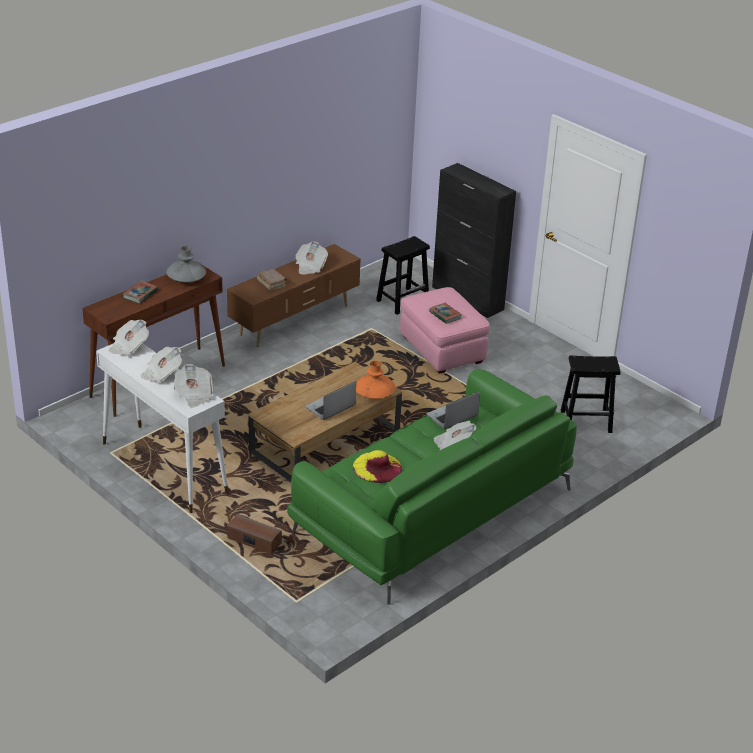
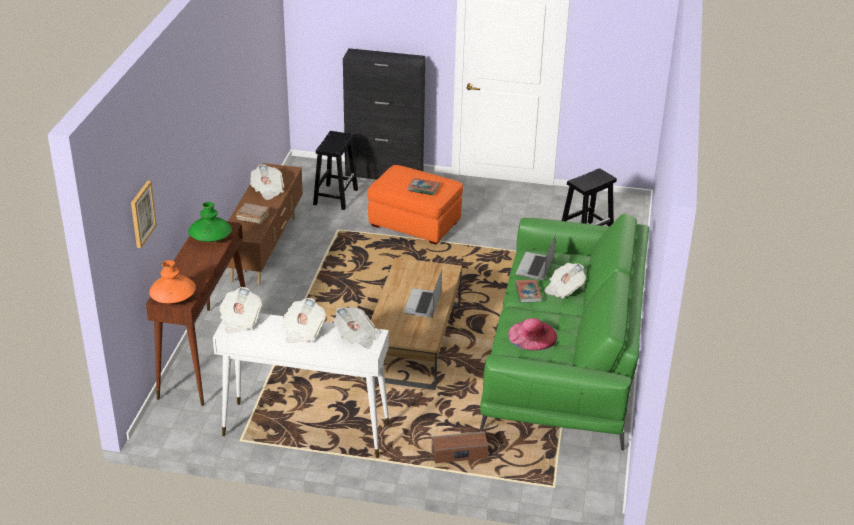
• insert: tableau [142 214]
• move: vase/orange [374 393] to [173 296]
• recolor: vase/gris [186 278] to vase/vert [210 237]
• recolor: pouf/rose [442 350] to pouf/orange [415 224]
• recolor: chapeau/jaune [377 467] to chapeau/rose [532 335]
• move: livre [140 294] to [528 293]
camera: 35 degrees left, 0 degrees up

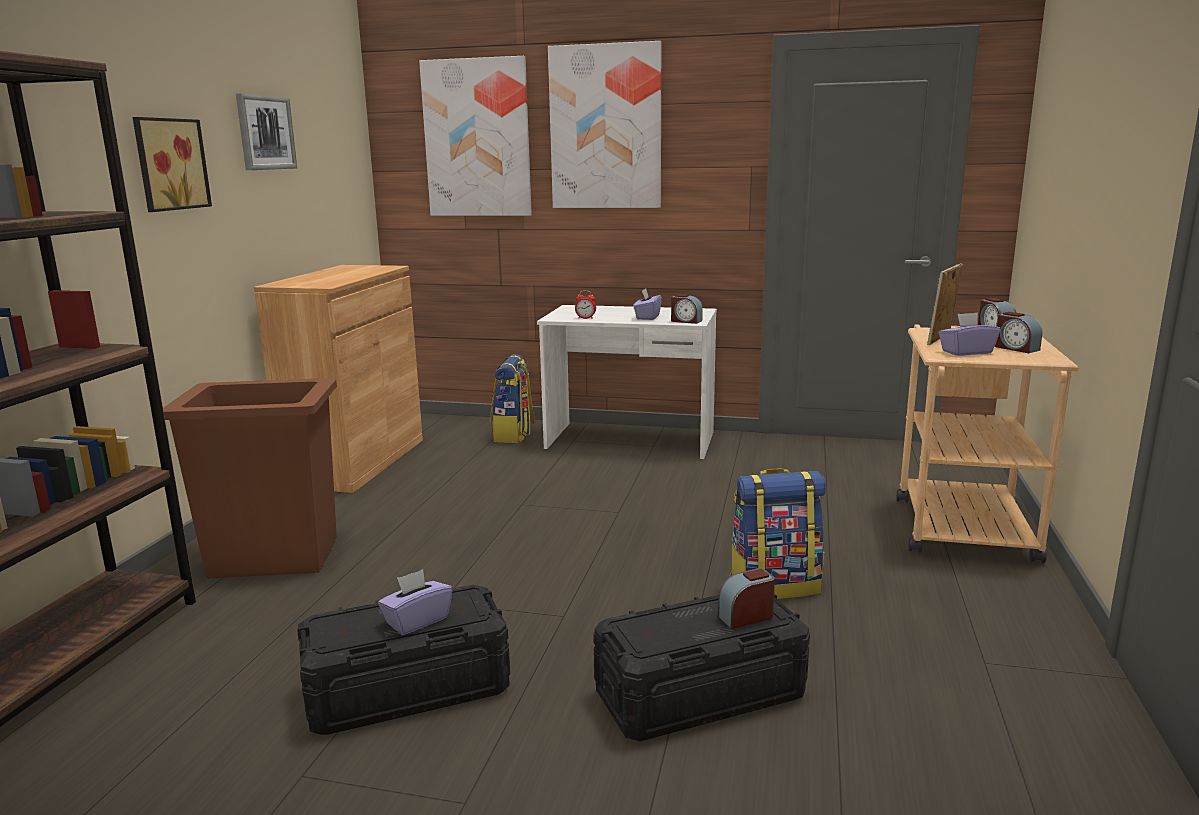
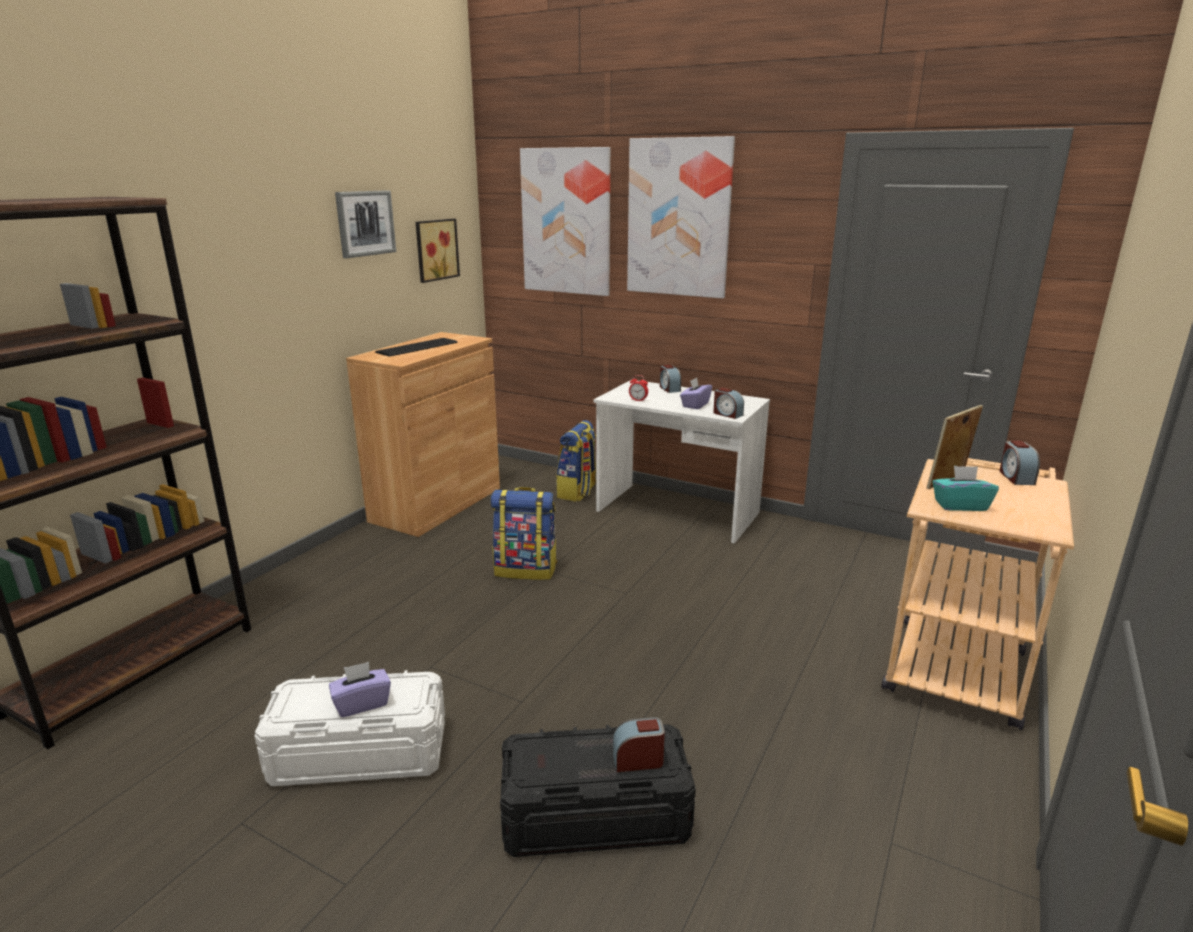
• recolor: boîte de rangement/noir [407 689] to boîte de rangement/blanc [359 753]
• insert: clavier [419 347]
• move: tableau [168 164] to [435 249]
• move: sac à dos [775 586] to [526 569]
• move: réveil [1015 348] to [669 389]
• recolor: boîte à mouchoirs/violet [966 352] to boîte à mouchoirs/turquoise [960 505]
• delete: poubelle/marron [276 557]
camera: 15 degrees right, 5 degrees up

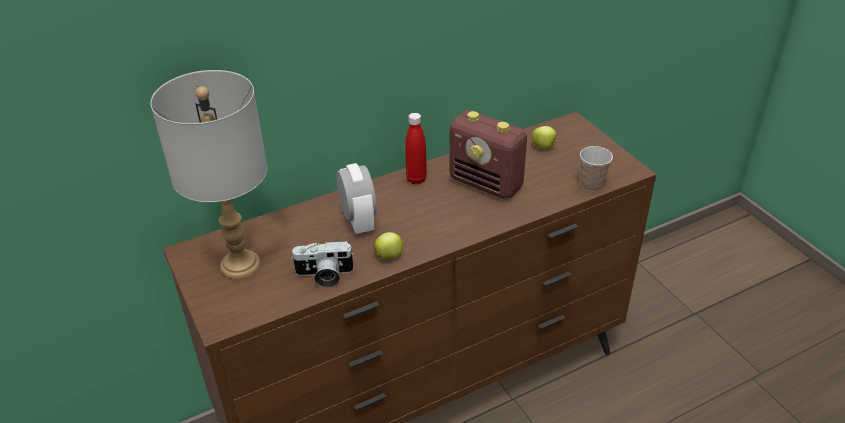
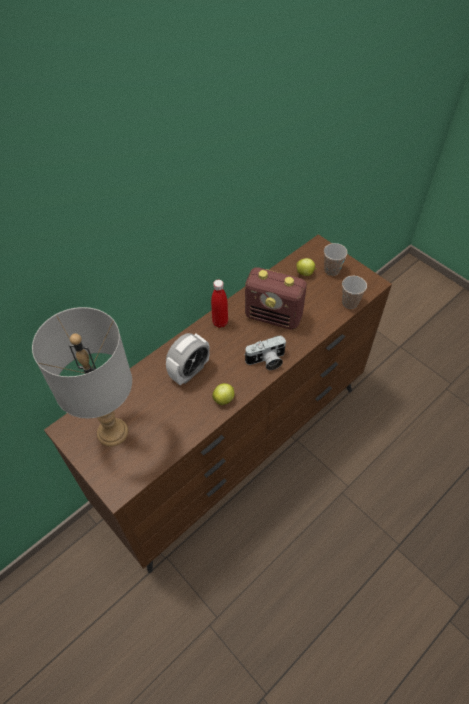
• rotate: réveil [358 221] = [189 371] 75 degrees clockwise
• move: appareil photo [324 276] to [266 361]
• insert: tasse [332 270]
camera: 15 degrees left, 15 degrees up

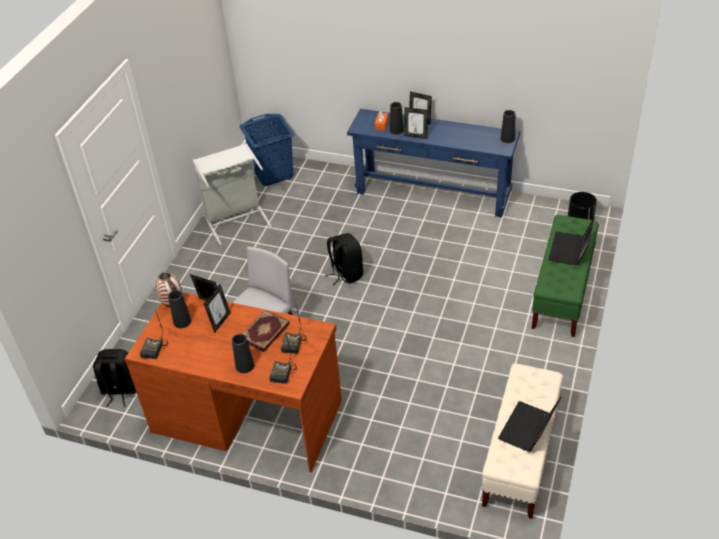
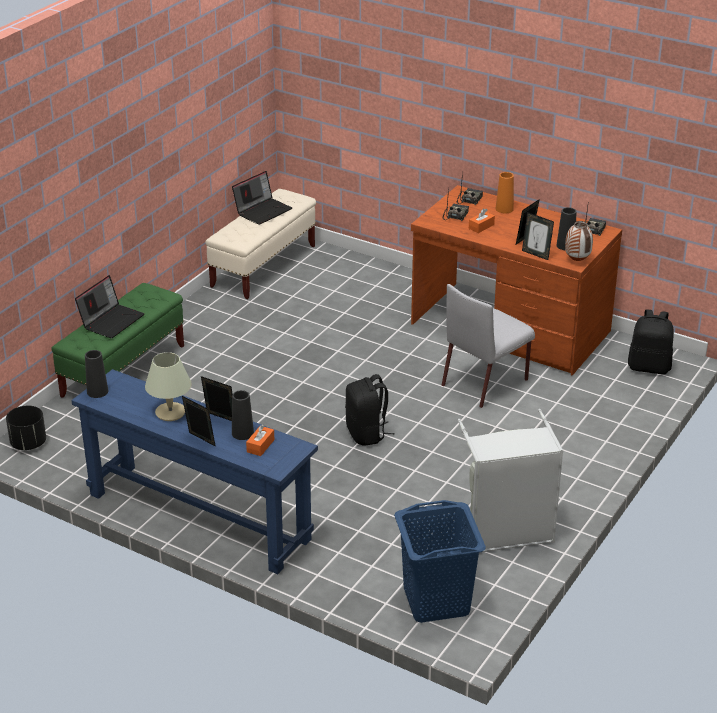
• insert: lampe de table/beige [170 413]
• replace: livre [265 332] to boîte à mouchoirs/orange [481 226]
• recolor: vase/noir [245 366] to vase/orange [504 209]
camera: 170 degrees left, 10 degrees down

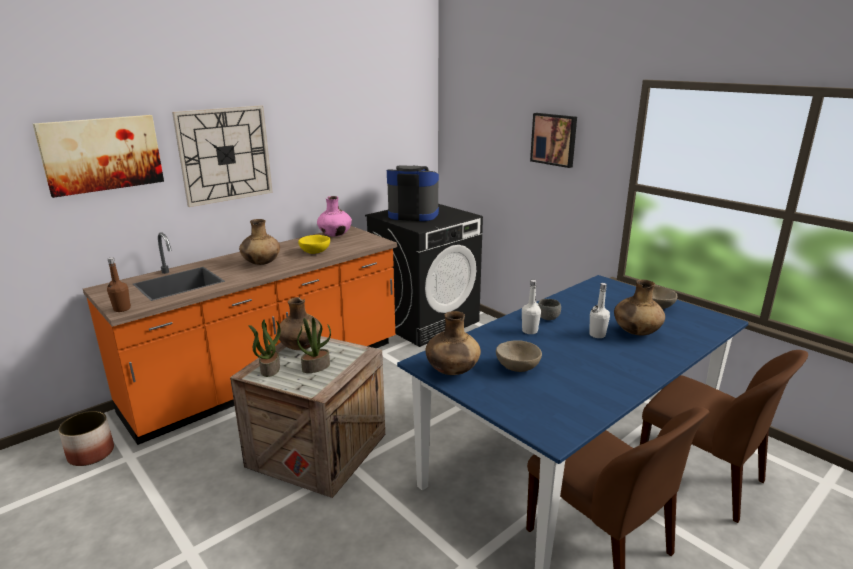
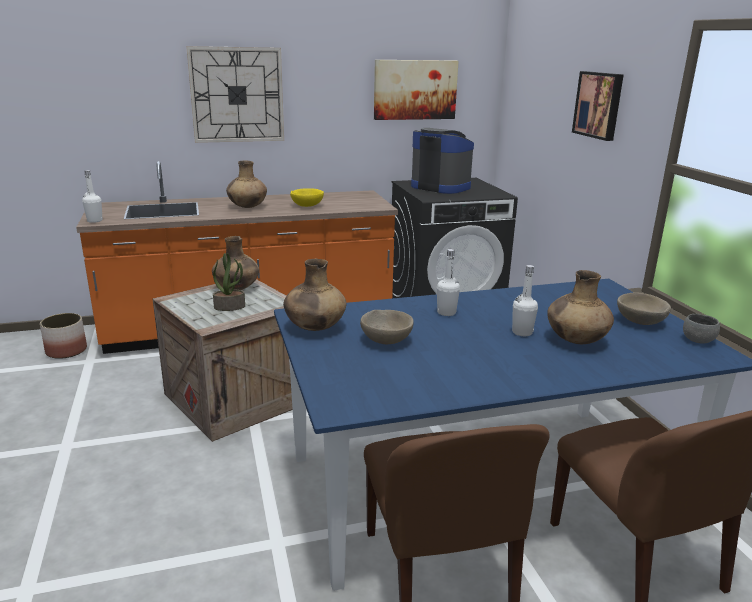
• recolor: bouteille/marron [122 309] to bouteille/blanc [95 221]
• move: tableau [102 154] to [415 89]
• move: bol/gris [548 318] to [698 340]
• delete: plante en pot [270 369]
• delete: vase/rose [335 235]
camera: 25 degrees right, 0 degrees up

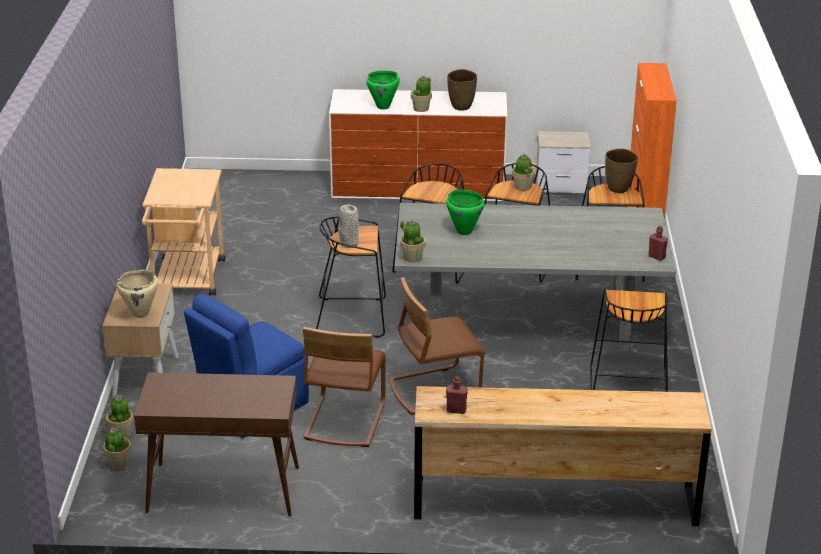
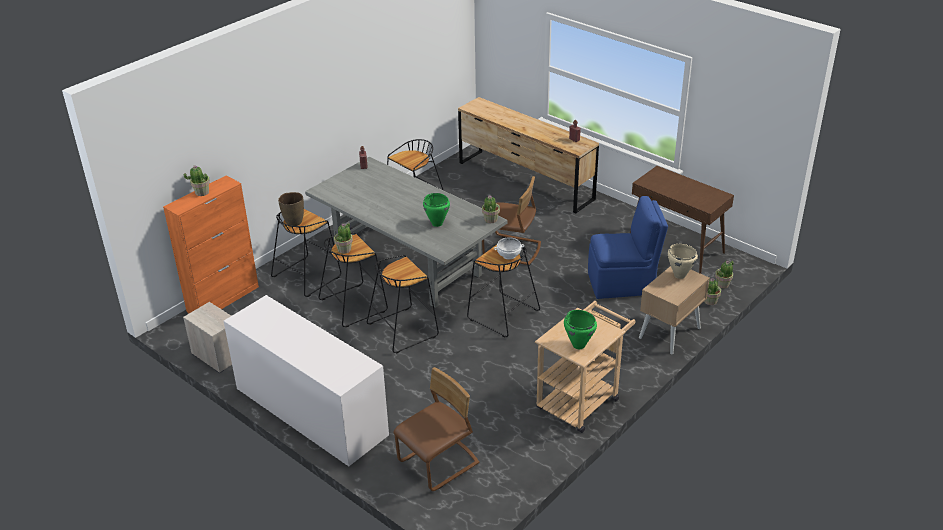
• move: plante en pot [421 108] to [201 192]
• move: chaise/marron [344 420] to [439 464]
• replace: vase/gris [349 244] to bol/blanc [509 255]
• move: marmite/vert [383 107] to [578 345]
• delete: vase/marron [461 107]
camera: 140 degrees left, 5 degrees up

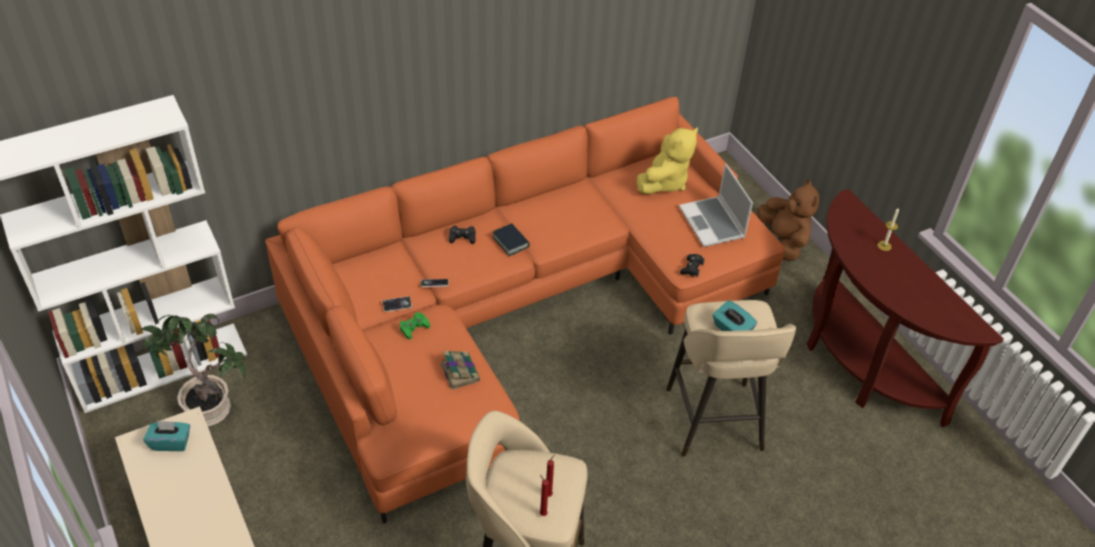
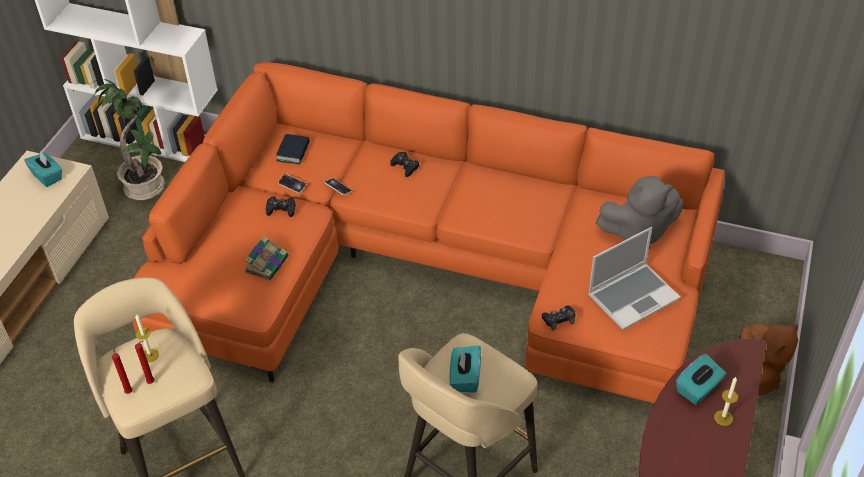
• insert: bougie [150 355]
• recolor: manette/vert [414 328] to manette/noir [281 209]
• move: livre [510 242] to [293 152]
• rotate: ordinateur portable [713 223] = [633 296] 150 degrees counterclockwise
• recolor: peluche/jaune [664 182] to peluche/gris [638 232]
• insert: boîte à mouchoirs/turquoise [698 389]
camera: 50 degrees right, 0 degrees up

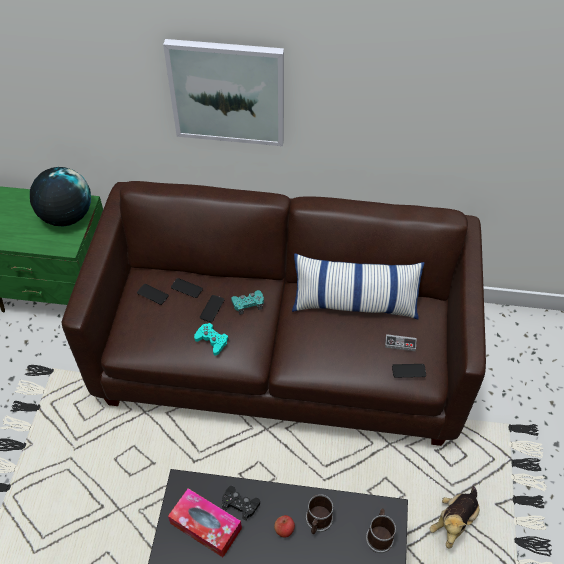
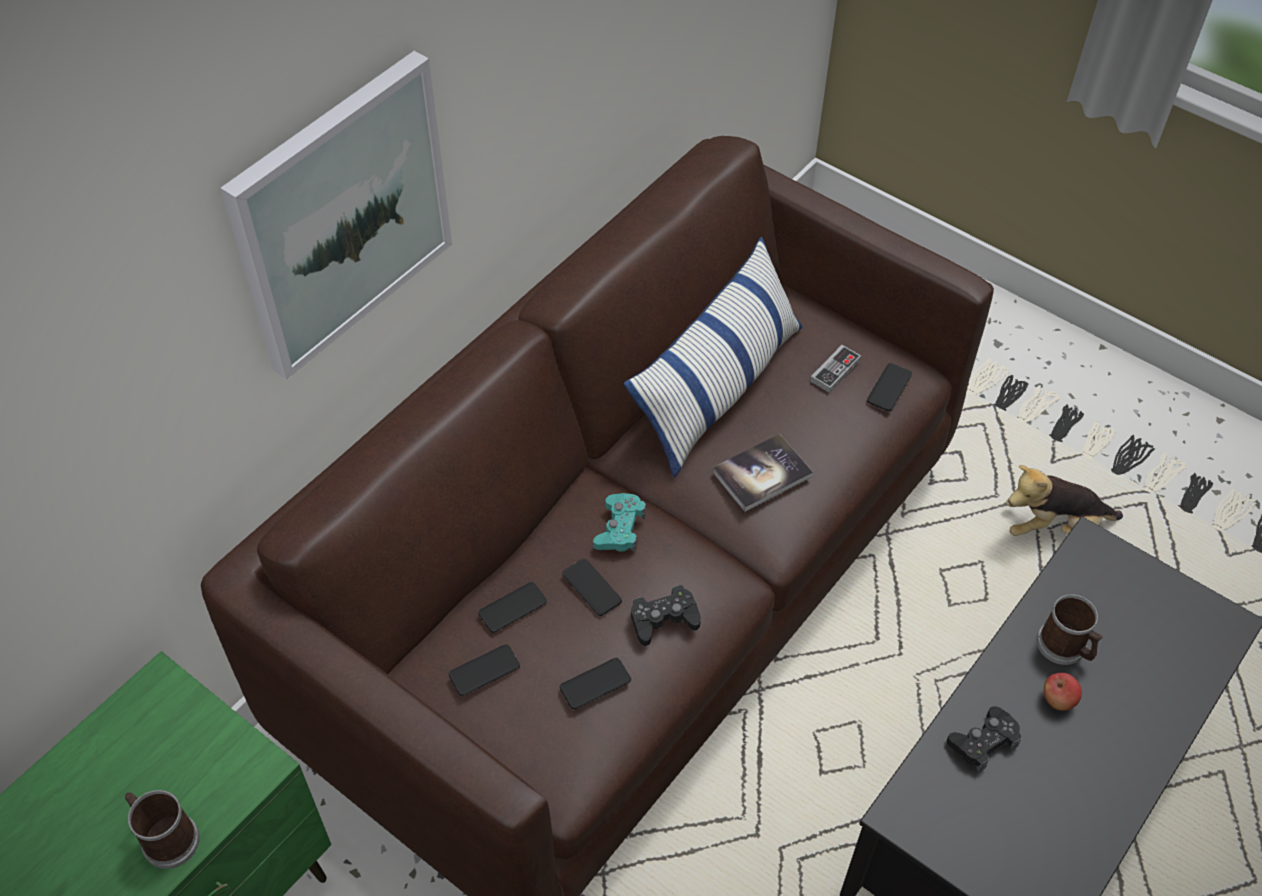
• move: mug [379 535] to [166 838]
• insert: téléphone [595 684]
• recolor: manette/turquoise [212 341] to manette/noir [663 619]
• insert: livre [762 474]
• rotate: peluche [454 521] = [1052 525] 105 degrees clockwise
• delete: globe [67 216]
• delete: boîte à mouchoirs [206 526]
camera: 60 degrees left, 0 degrees up

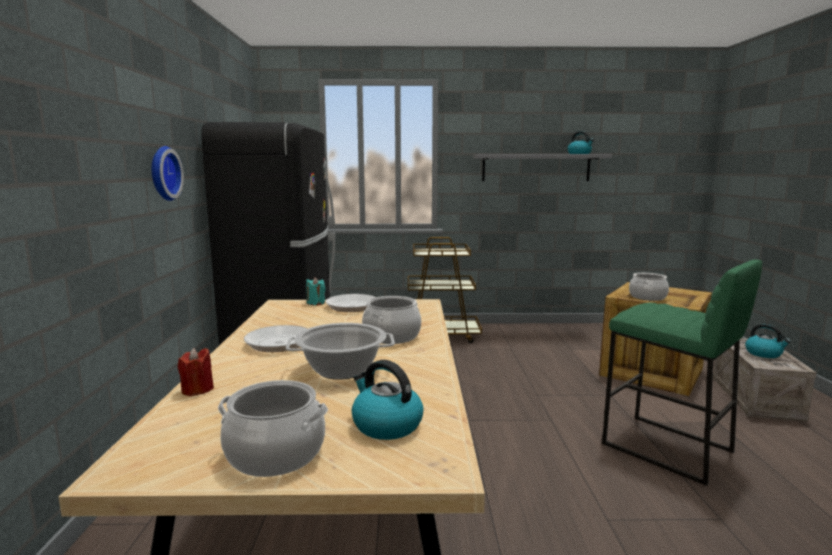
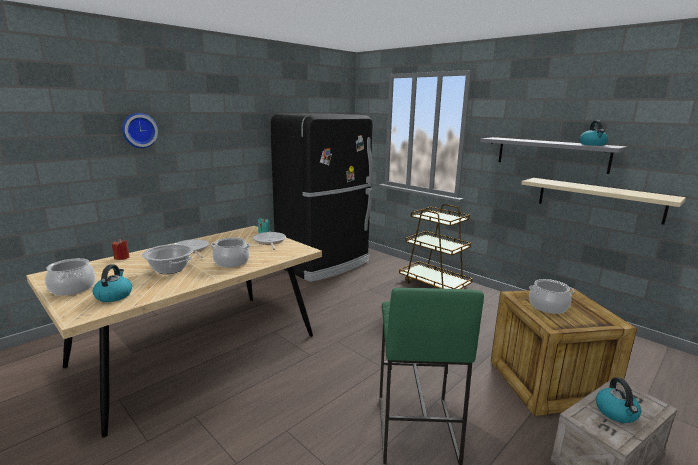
• move: horloge murale [162 173] to [139 130]
• insert: étagère/beige [598 199]
camera: 45 degrees right, 5 degrees up

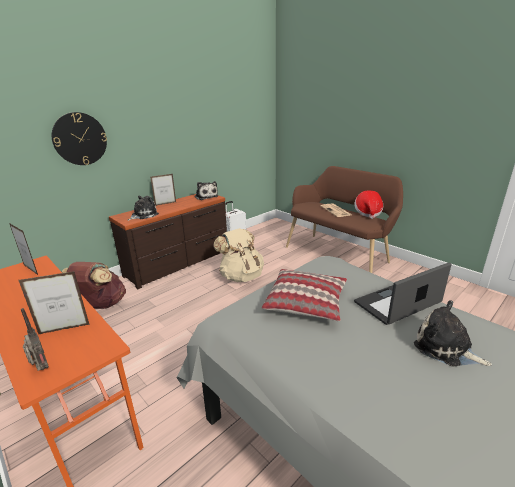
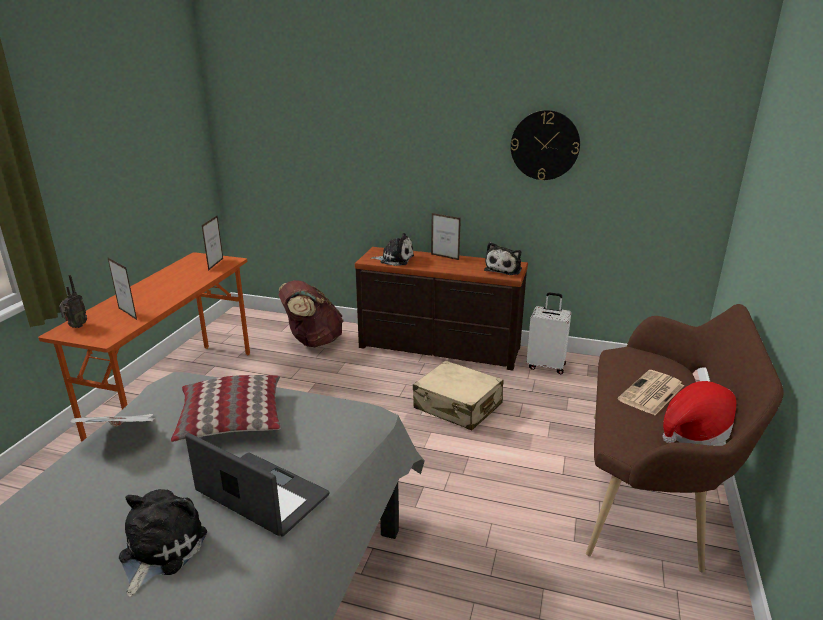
• insert: journal [122 435]
• replace: sac à dos/beige [241 276] to valise/beige [458 406]
• move: horloge murale [80 139] to [545 145]
camera: 60 degrees right, 0 degrees up

